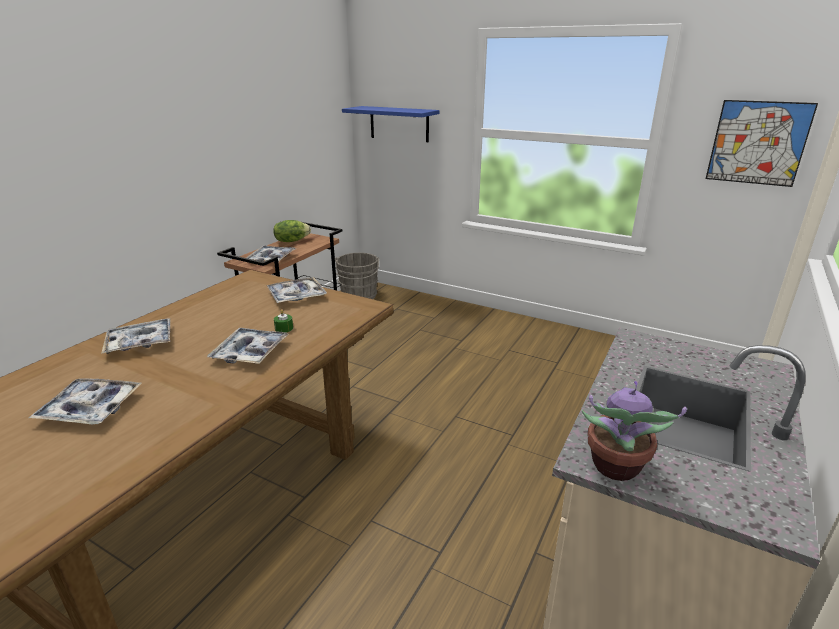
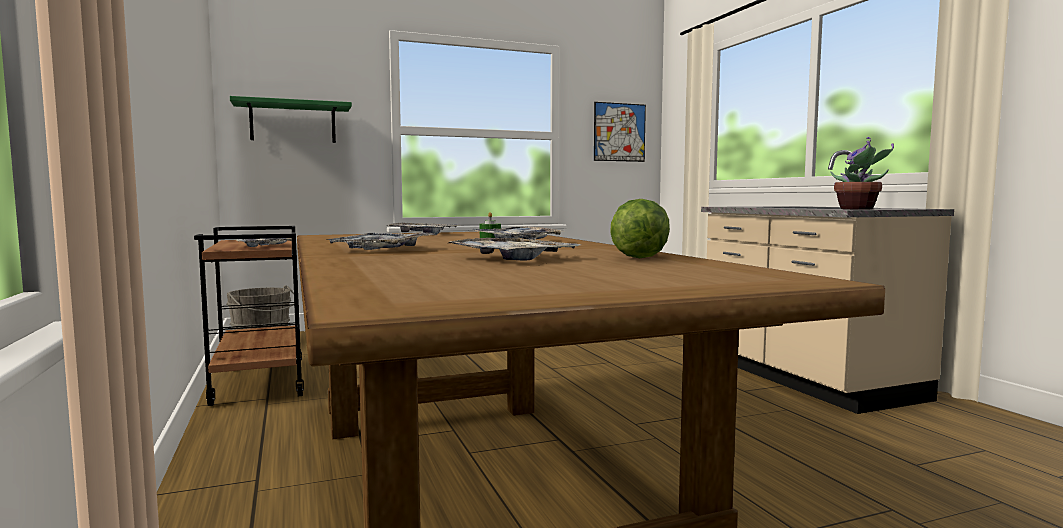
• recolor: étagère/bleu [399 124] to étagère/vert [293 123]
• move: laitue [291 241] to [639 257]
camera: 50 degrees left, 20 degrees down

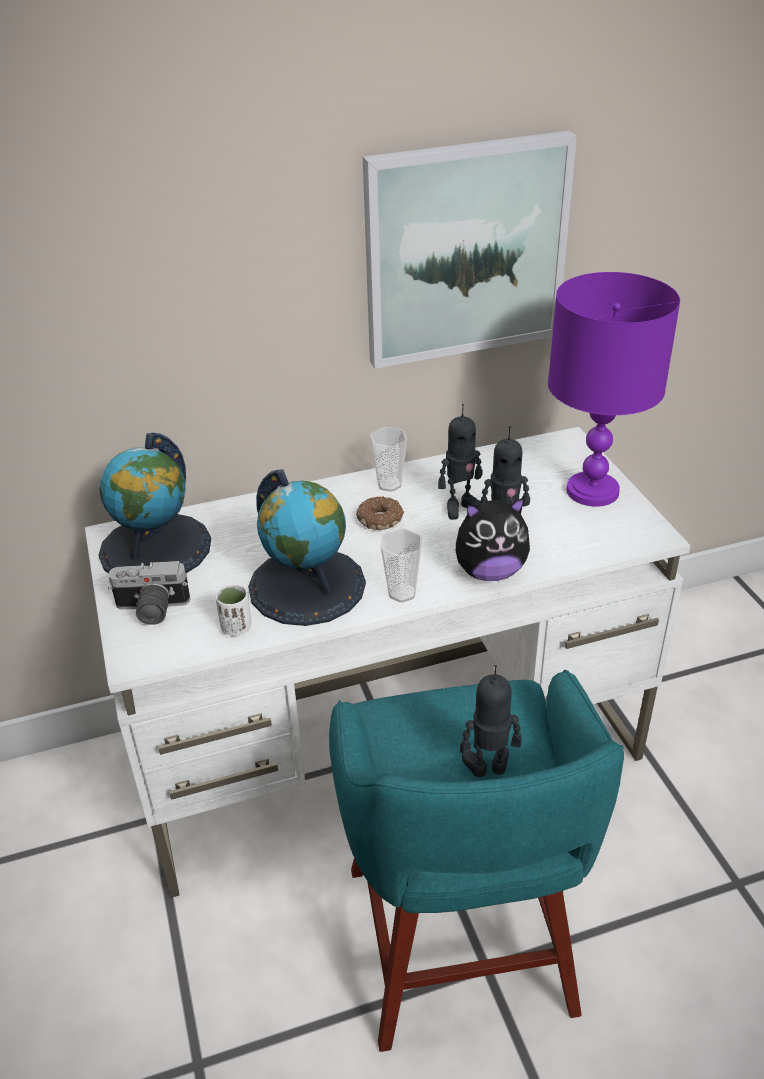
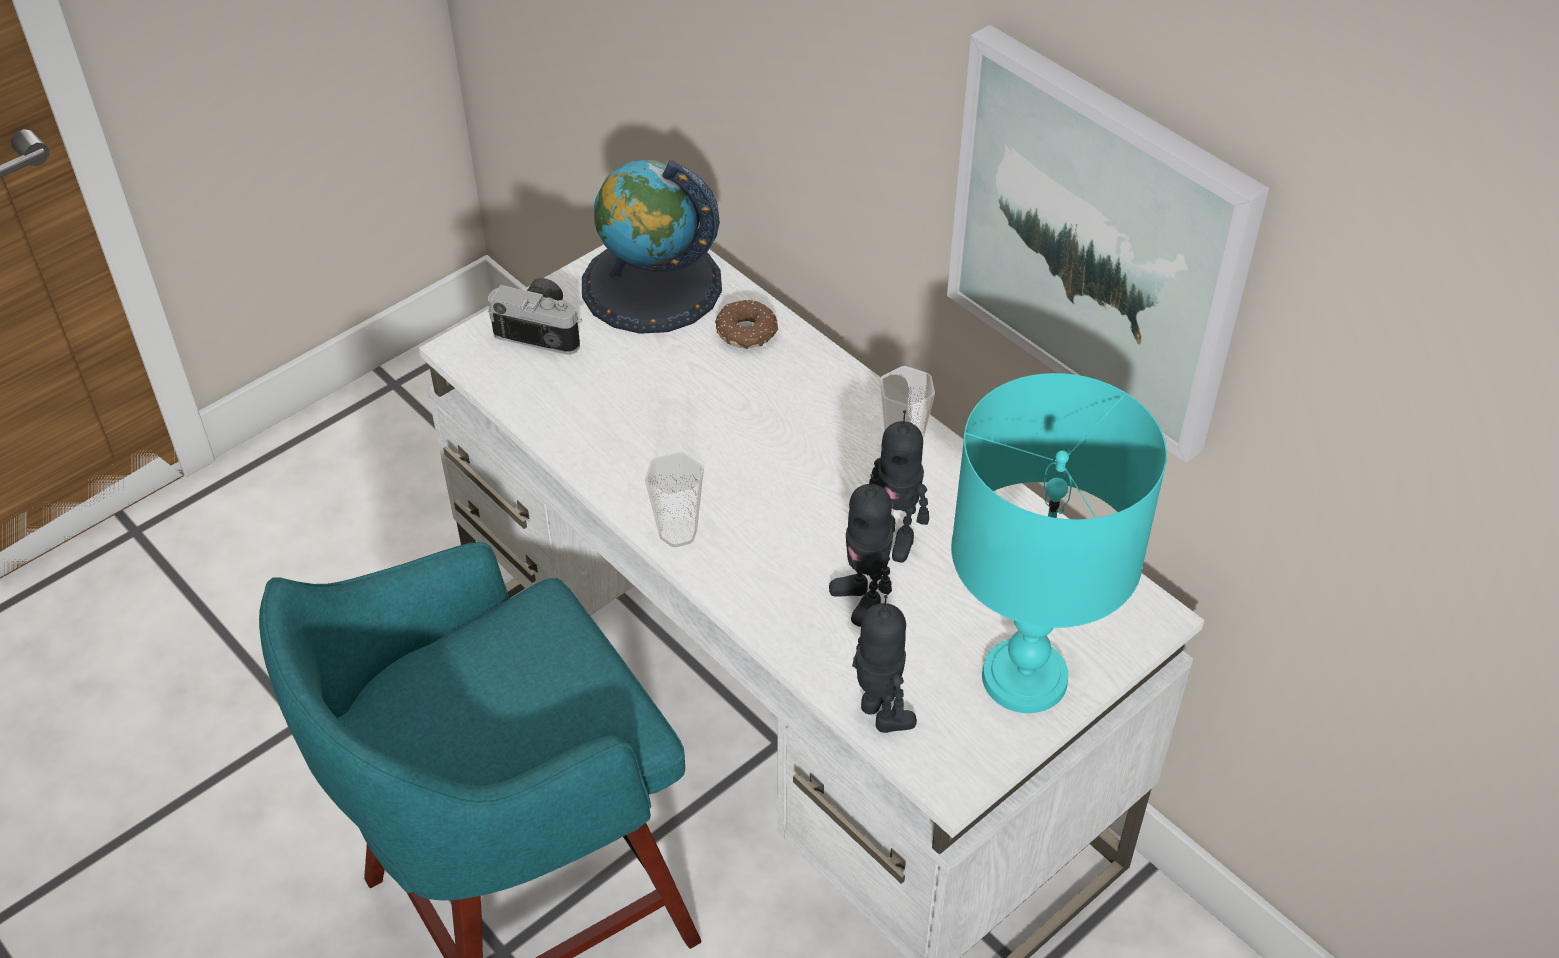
• rotate: appareil photo [151 610] = [543 328] 135 degrees clockwise
• move: beignet [381 519] to [747 332]
• move: robot jouet [488 768] to [879 714]
• recolor: lampe de table/violet [591 490] to lampe de table/turquoise [1025 676]
• delete: tasse/blanc [236 627]
• delete: globe [307 585]
• delete: peluche [490 572]
camera: 65 degrees right, 10 degrees up

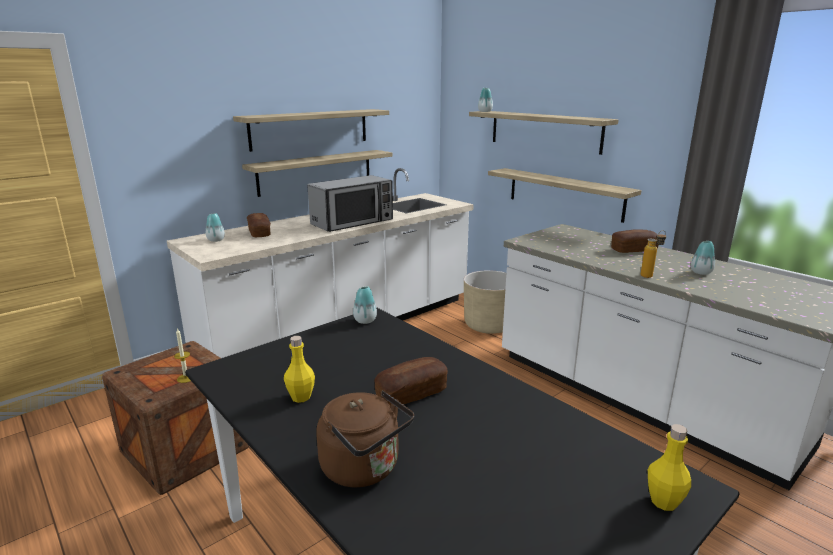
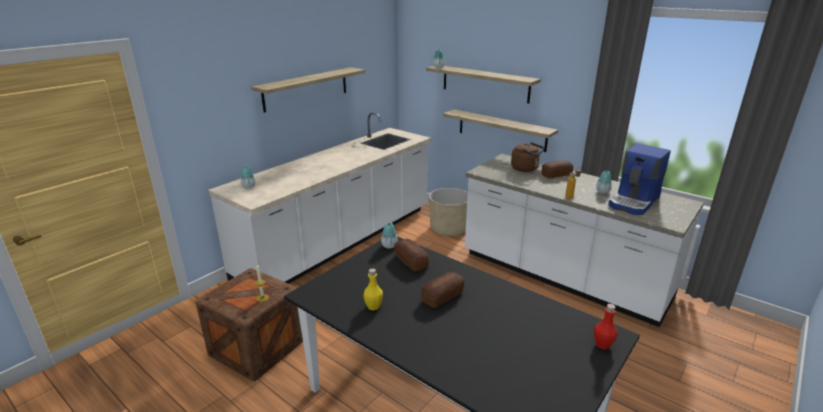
• move: pain [259 232] to [411 261]
• move: bouilloire/marron [364 468] to [526 169]
• recolor: bouteille/jaune [664 501] to bouteille/rouge [602 345]
• insert: machine à café [634 202]
• delete: étagère [316 172]
• delete: micro-ondes [353 222]
camera: 10 degrees left, 5 degrees up

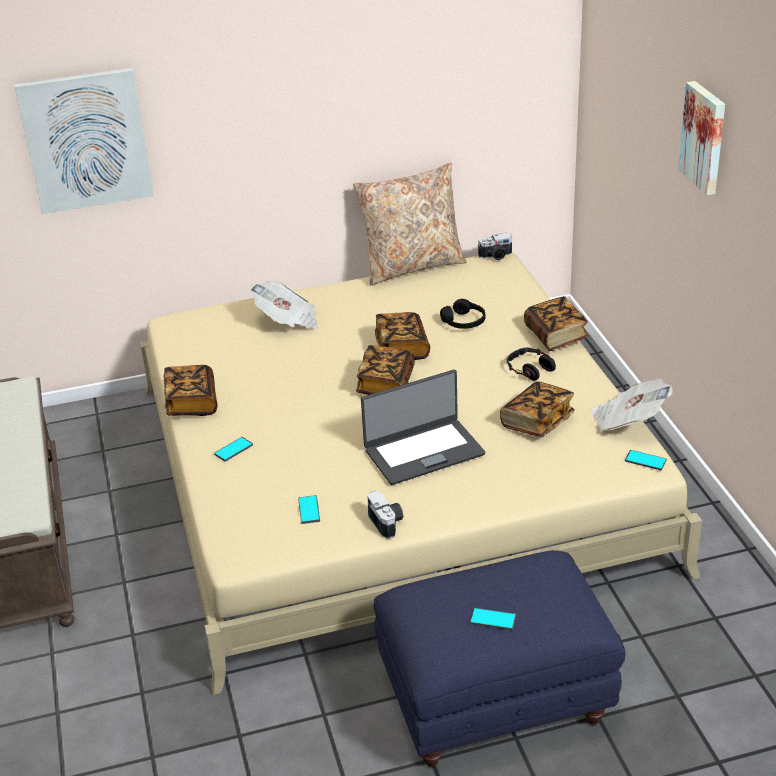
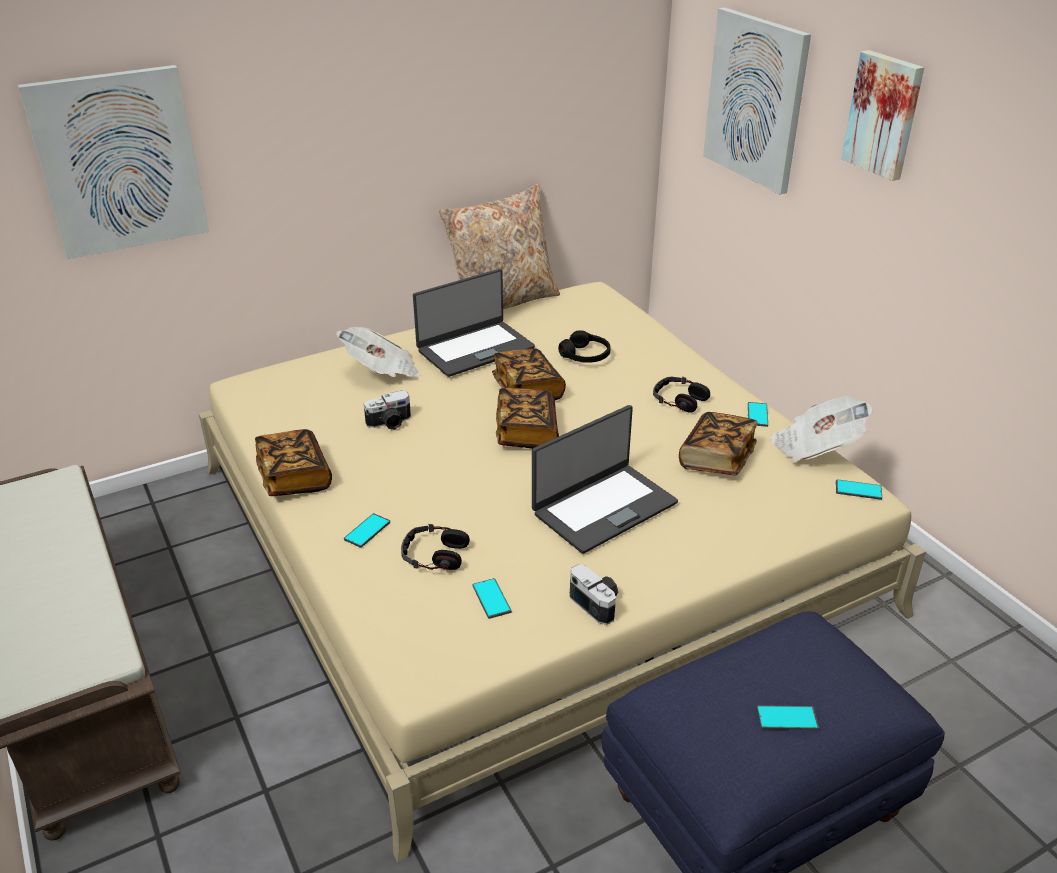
• move: appareil photo [496 256] to [390 423]
• insert: casque audio [434 555]
• insert: ordinateur portable [474 348]
• insert: tableau [756 99]
• insert: téléphone [757 415]
• delete: livre [556 336]
camera: 15 degrees left, 0 degrees up

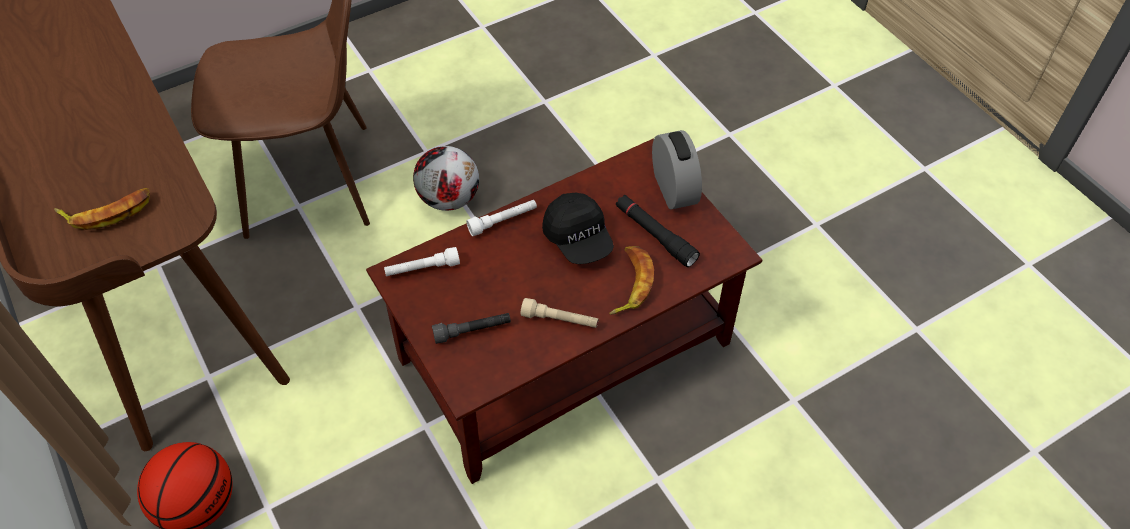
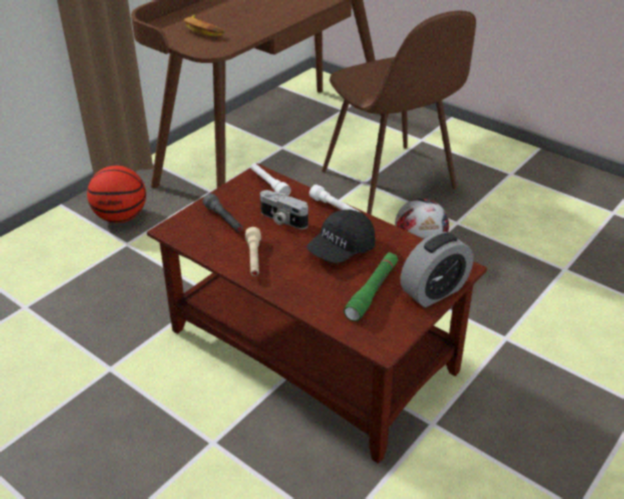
• insert: appareil photo [282 220]
• recolor: lampe de poche/noir [655 235] to lampe de poche/vert [372 291]
• delete: banane [630 283]
camera: 70 degrees right, 15 degrees down

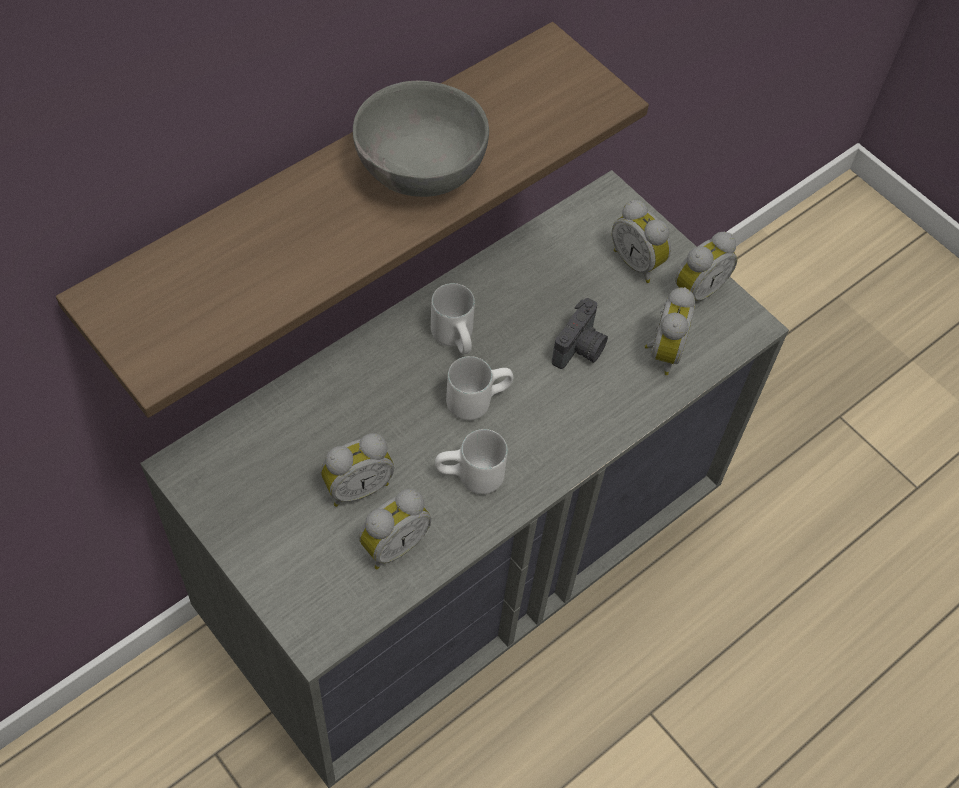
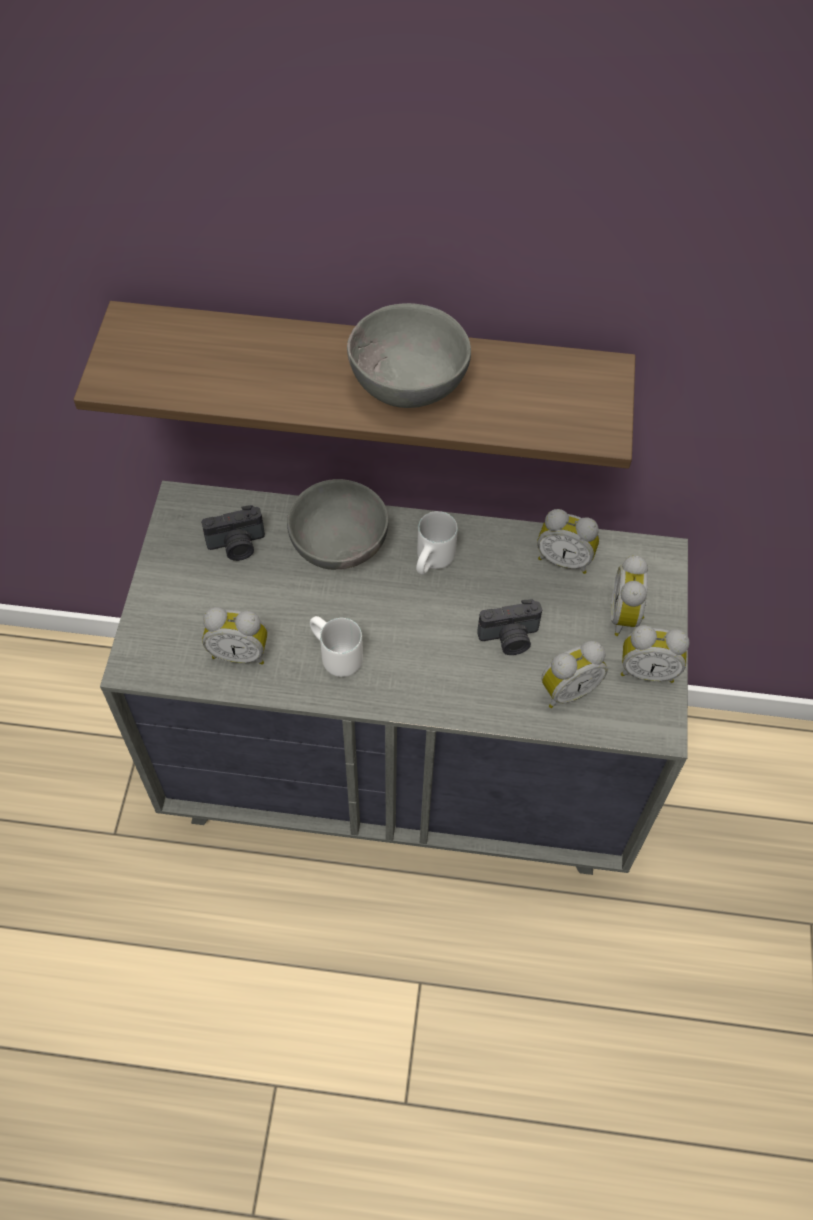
• insert: appareil photo [237 546]
• insert: bol/gris [340 548]
• move: réveil [357 486] to [564 559]
• delete: mug/blanc [476 398]
camera: 50 degrees right, 0 degrees up

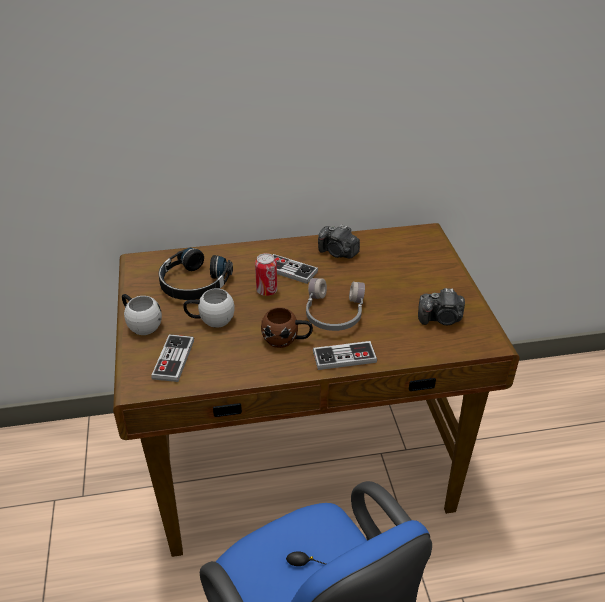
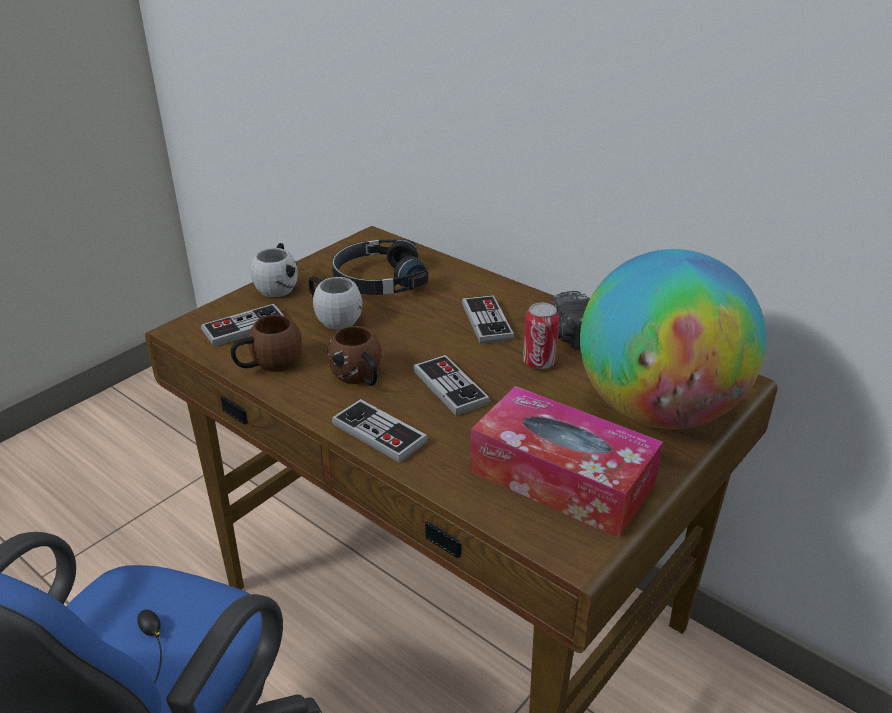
• insert: mug/marron [268 364]
• replace: casque audio/gris [333 313] to manette [450 387]
• replace: appareil photo [441 319] to boîte à mouchoirs [561 478]
• move: boîte métallique [266 291] to [539 362]
• insert: globe [657 410]
camera: 50 degrees right, 5 degrees down

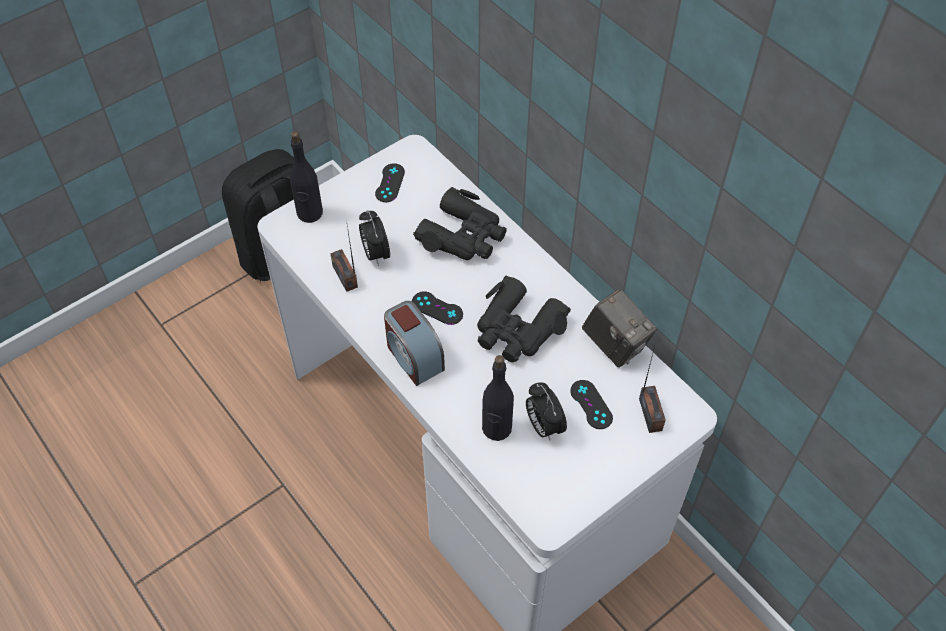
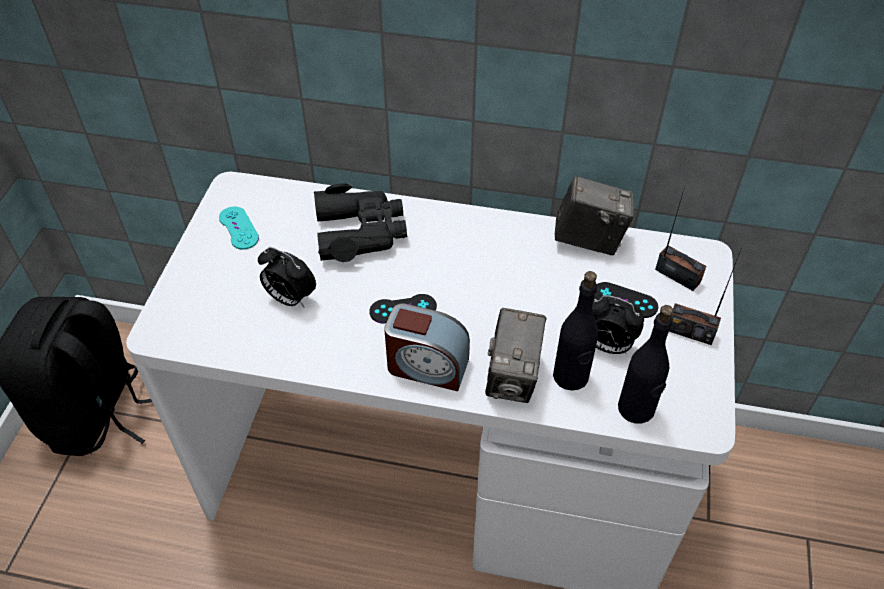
• recolor: manette/noir [390 183] to manette/turquoise [238 228]
• insert: appareil photo [513 378]
• move: bouteille/noir [309 213] to [636 409]
• move: radio [345 276] to [690 331]
• delete: jumelles/noir [517 329]
camera: 40 degrees left, 5 degrees down

